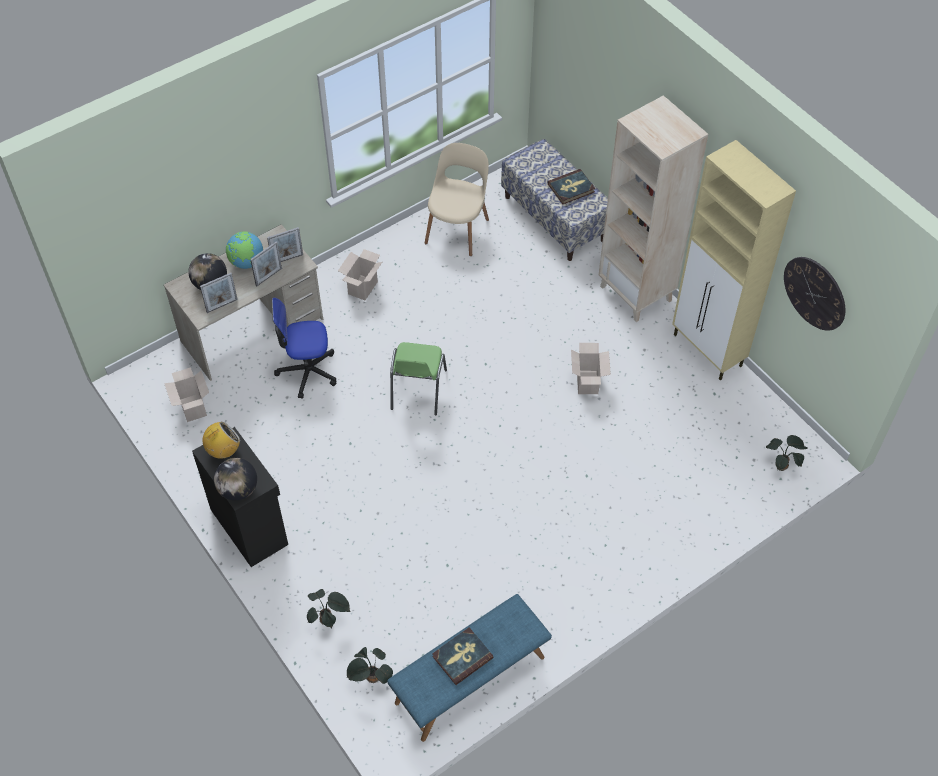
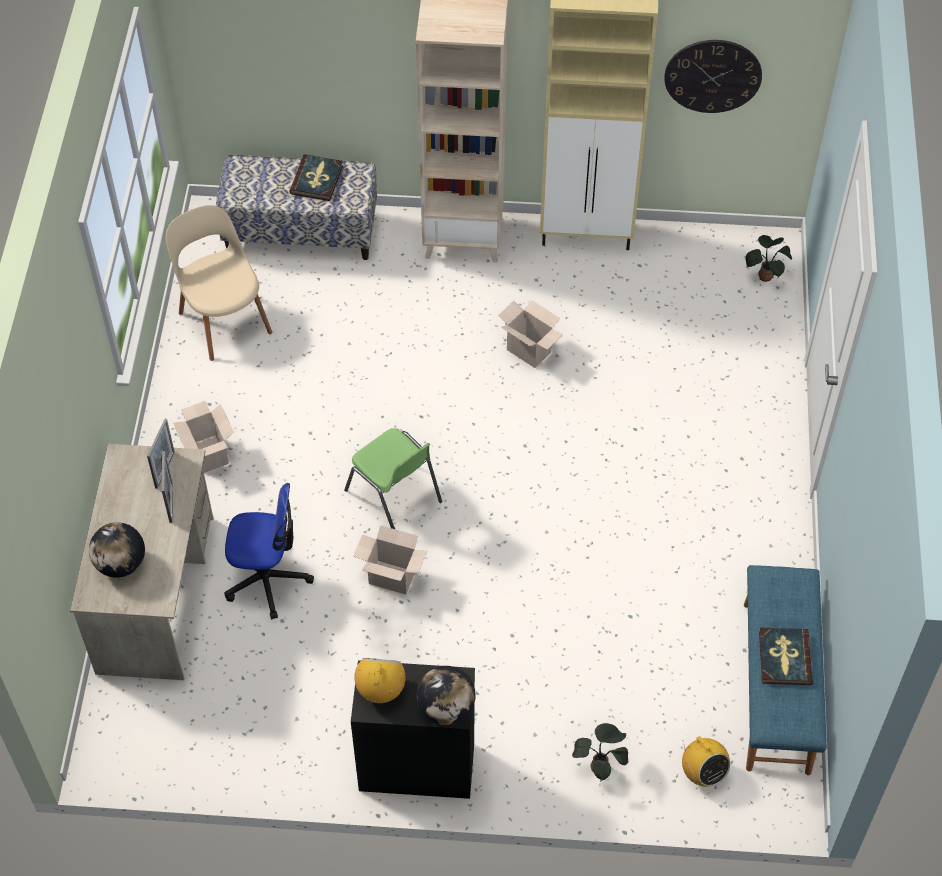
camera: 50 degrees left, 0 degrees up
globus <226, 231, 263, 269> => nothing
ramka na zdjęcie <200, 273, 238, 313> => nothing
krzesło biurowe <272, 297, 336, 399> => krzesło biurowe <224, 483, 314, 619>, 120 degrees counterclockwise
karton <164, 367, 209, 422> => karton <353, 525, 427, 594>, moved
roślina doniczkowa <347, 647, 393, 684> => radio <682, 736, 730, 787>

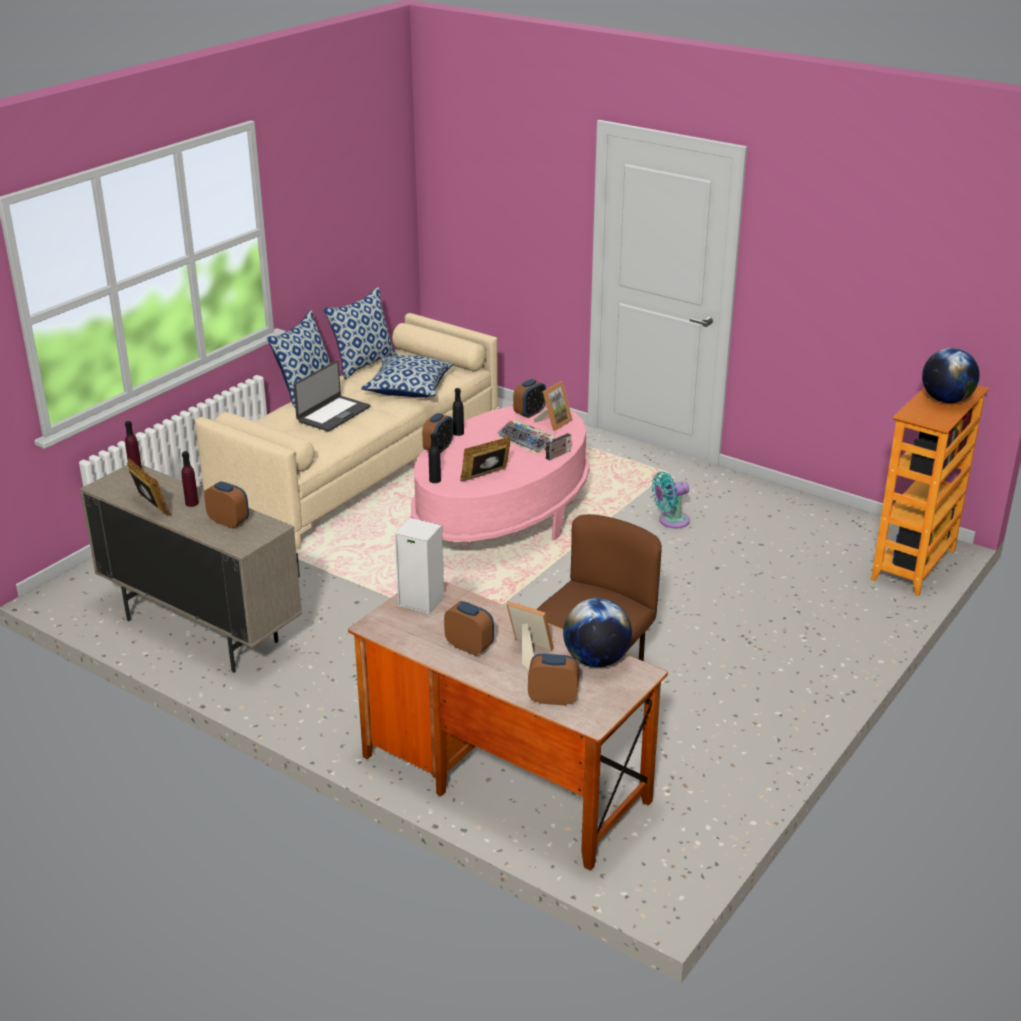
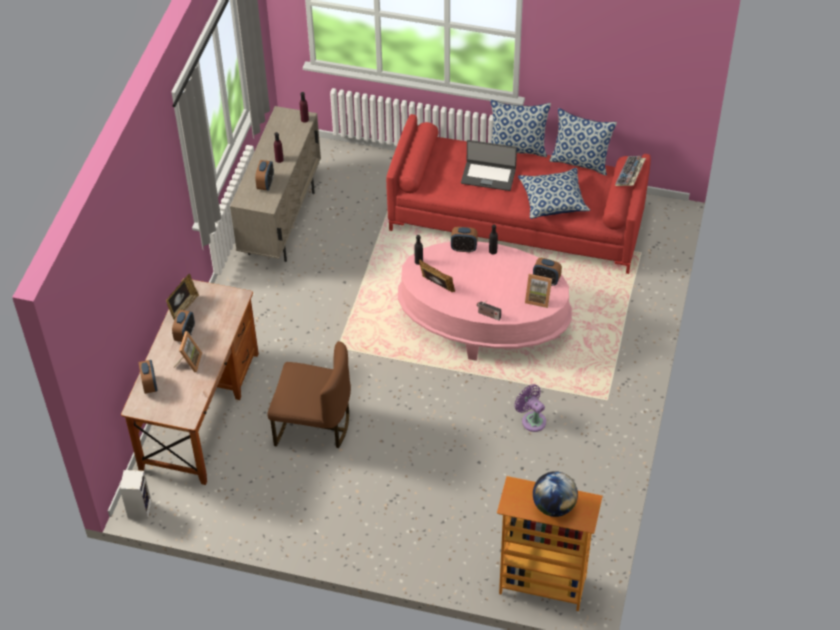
camera: 70 degrees right, 20 degrees up
kanapa (beżowy) <195, 313, 499, 550> => kanapa (czerwony) <386, 114, 651, 274>
klawiatura <498, 419, 555, 455> => klawiatura <615, 156, 646, 186>, moved
ramka na zdjęcie <127, 458, 171, 515> => ramka na zdjęcie <166, 274, 199, 320>, moved
wentylator (turkusowy) <652, 472, 690, 528> => wentylator (fioletowy) <514, 384, 546, 432>
głośnik <395, 518, 444, 615> => głośnik <120, 470, 151, 519>, moved
globus <563, 598, 632, 667> => nothing

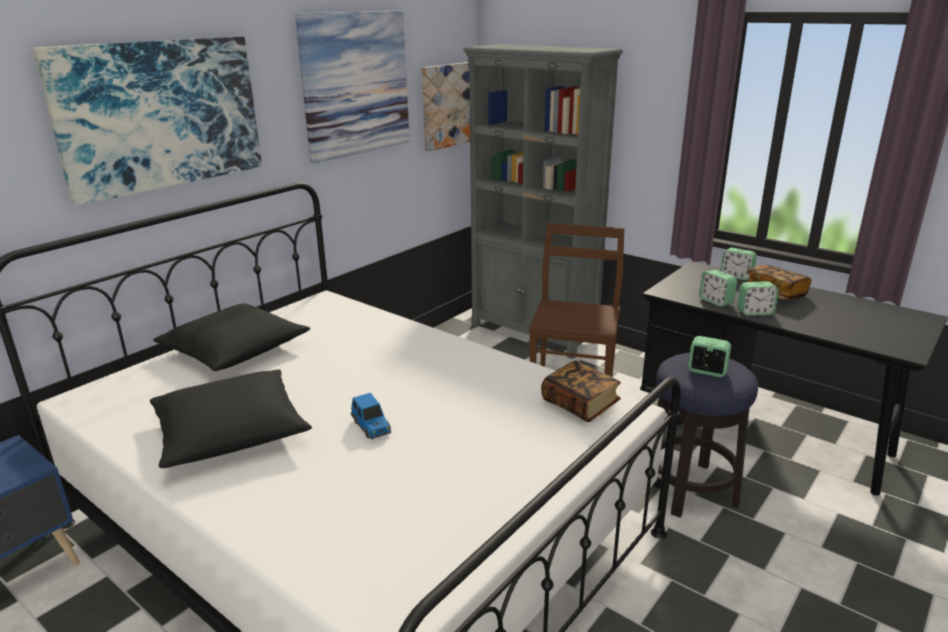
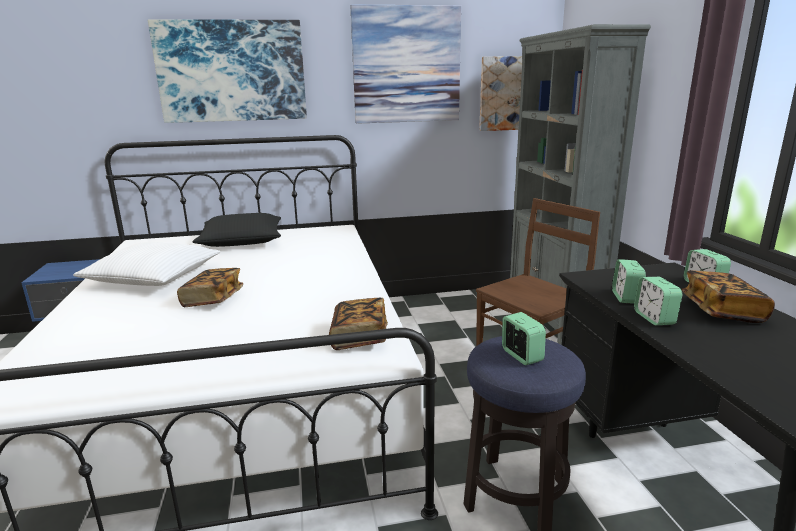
camera: 40 degrees right, 5 degrees down
budzik <737, 281, 779, 316> => budzik <634, 277, 682, 326>, 45 degrees clockwise
poduszka (czarny) <150, 369, 312, 468> => poduszka (biały) <73, 242, 220, 286>
samochodzik <351, 393, 391, 439> => książka <177, 268, 243, 307>

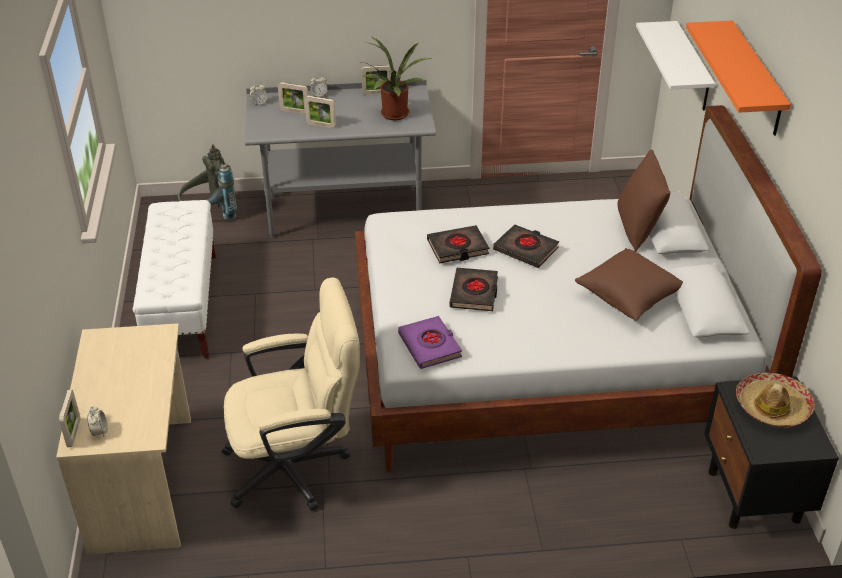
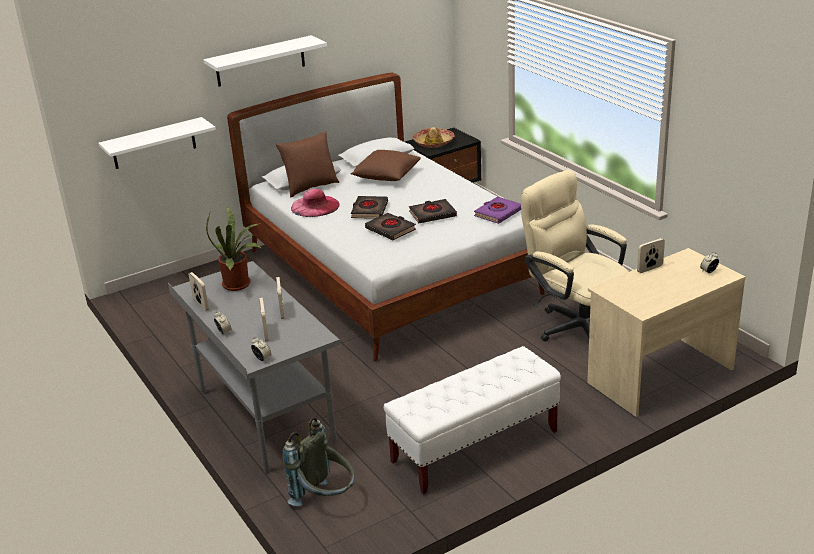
camera: 115 degrees left, 10 degrees down
półka (pomarańczowy) <686, 21, 791, 136> => półka (biały) <203, 35, 327, 87>
ramka na zdjęcie <59, 390, 80, 447> => ramka na zdjęcie <637, 238, 665, 273>, moved
nothing => kapelusz (różowy) <291, 189, 340, 217>

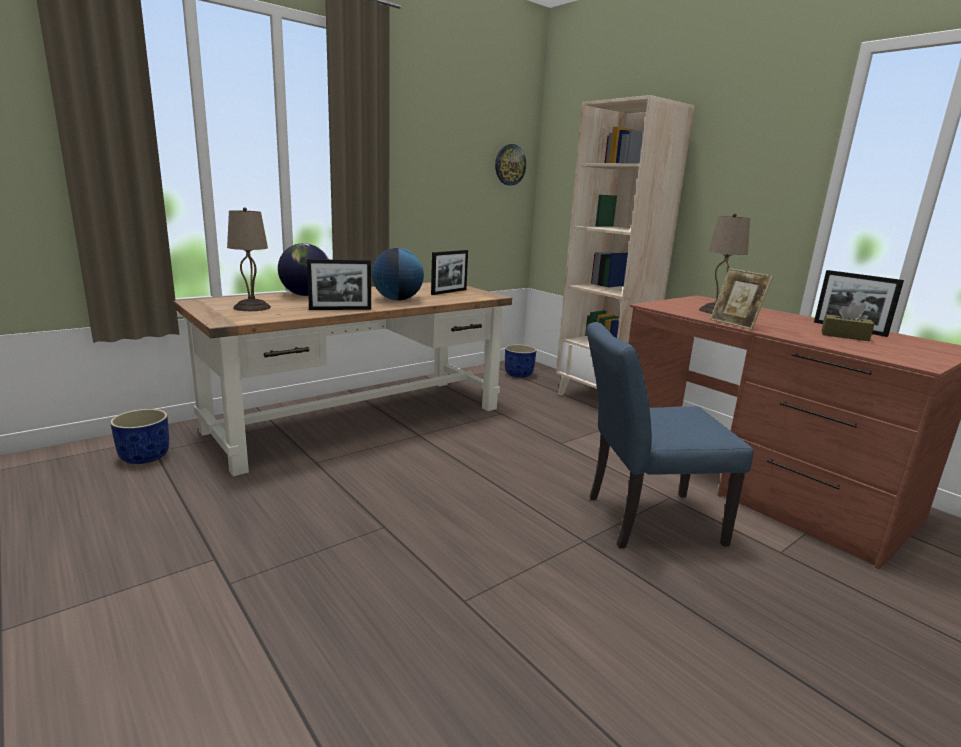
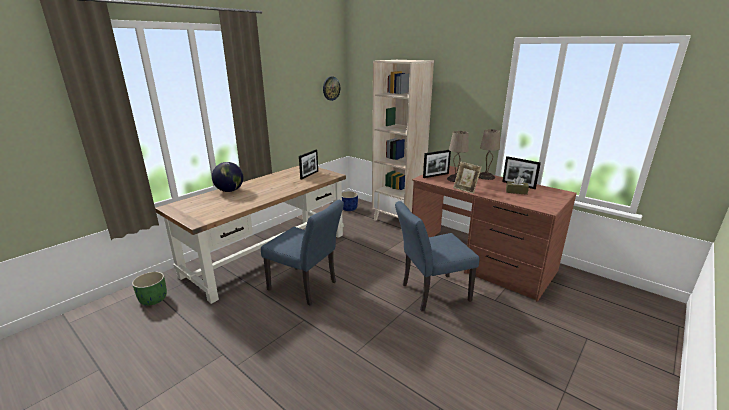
camera: 10 degrees left, 5 degrees up
lampa stołowa (beżowy) <227, 207, 271, 311> => lampa stołowa (beżowy) <479, 129, 500, 180>, moved
globus <372, 248, 424, 301> => nothing
ramka na zdjęcie <307, 259, 371, 310> => ramka na zdjęcie <423, 150, 451, 178>, moved
donica (niebieski) <110, 409, 169, 464> => donica (zielony) <132, 272, 167, 306>
nothing => krzesło (niebieski) <261, 200, 344, 305>

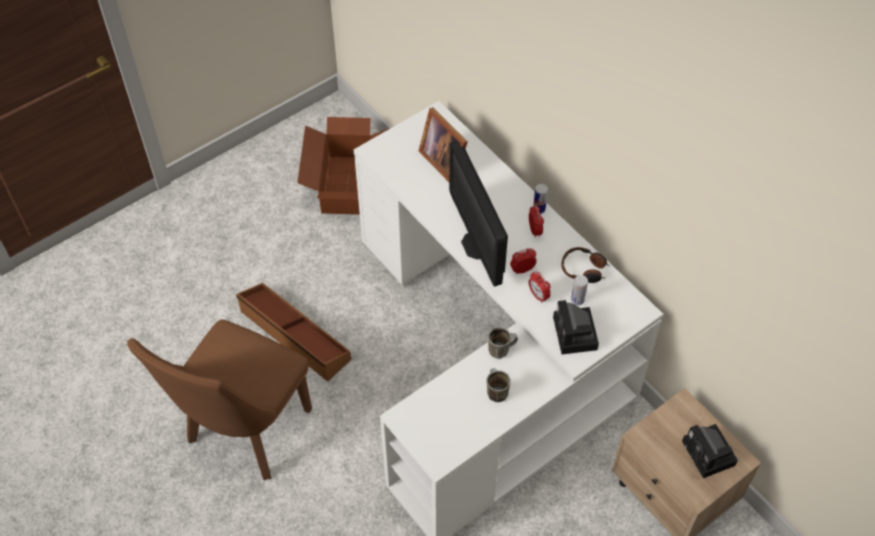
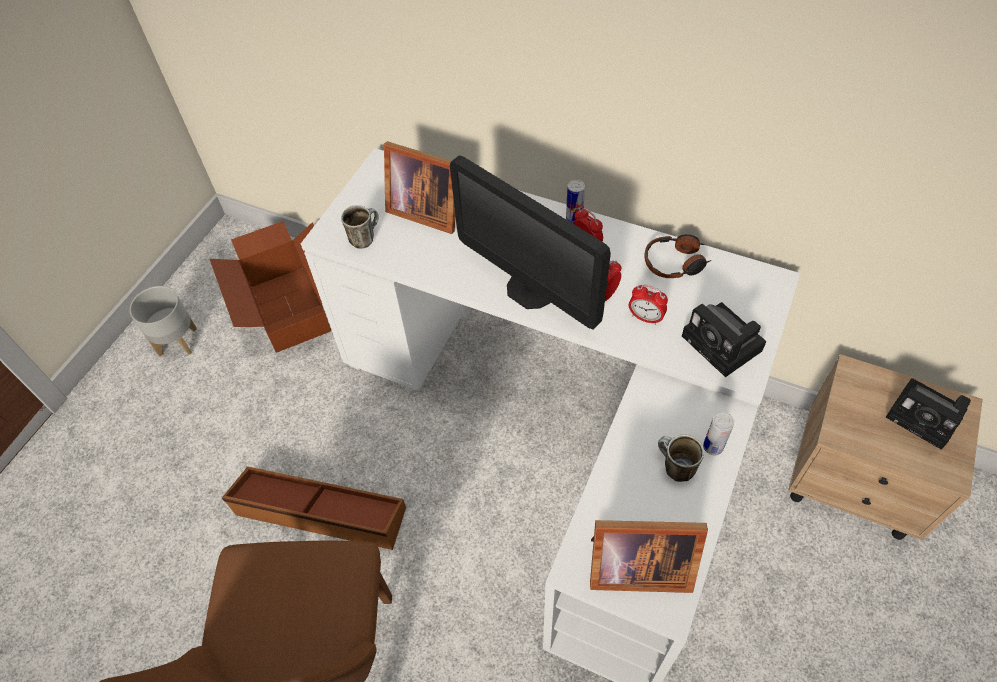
camera: 25 degrees left, 0 degrees up
puszka <571, 275, 588, 305> => puszka <703, 412, 734, 455>, moved
kubek <488, 327, 518, 359> => kubek <341, 205, 379, 249>, moved
nothing => donica (szary) <129, 286, 197, 357>
nothing => ramka na zdjęcie <590, 520, 708, 593>

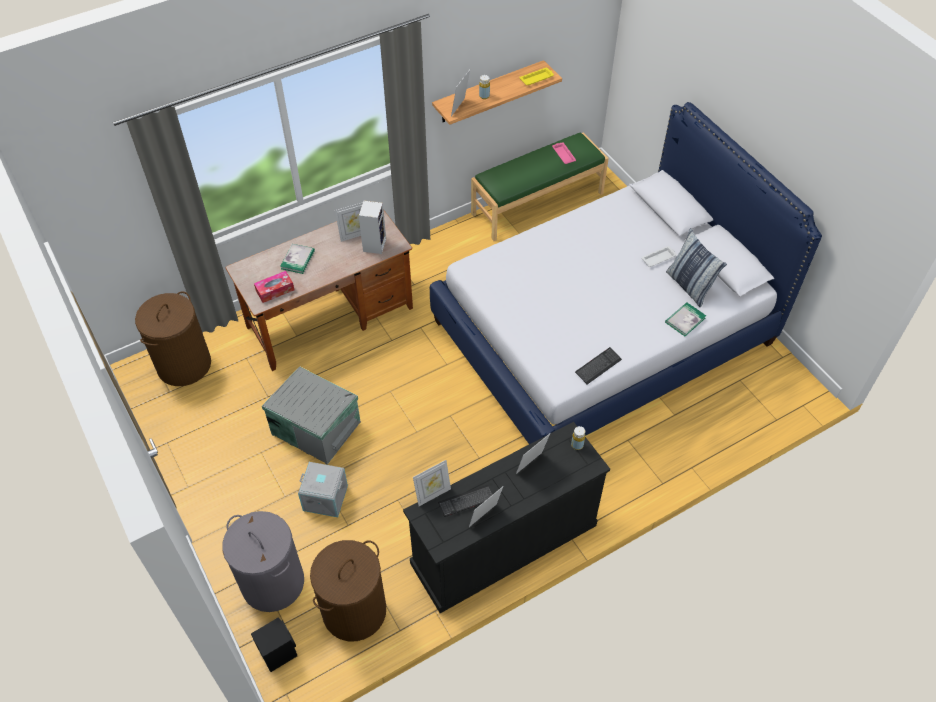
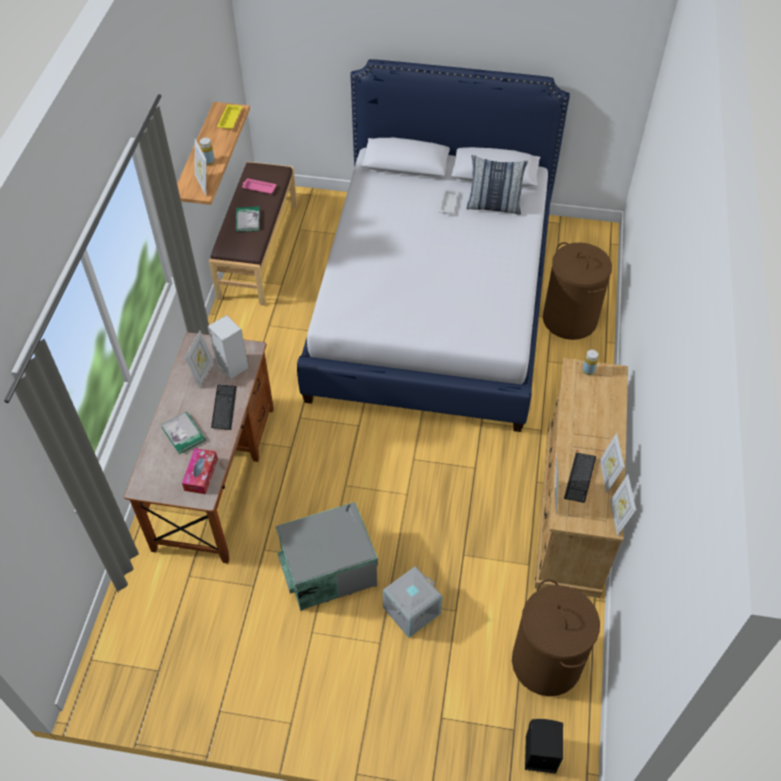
camera: 50 degrees left, 0 degrees up
ławka (zielony) <471, 132, 609, 241> => ławka (brązowy) <209, 162, 297, 306>
kosz na pranie (brązowy) <135, 291, 211, 386> => kosz na pranie (brązowy) <543, 242, 612, 340>, moved
książka <665, 302, 706, 336> => książka <236, 206, 260, 232>, moved
klawiatura <575, 347, 622, 384> => klawiatura <211, 384, 237, 430>, moved
komoda (czarny) <403, 422, 610, 613> => komoda (beżowy) <535, 358, 628, 598>
ramka na zdjęcie <516, 434, 550, 474> => ramka na zdjęcie <610, 474, 636, 536>, moved
kosz na pranie (szary) <222, 511, 304, 612> => nothing

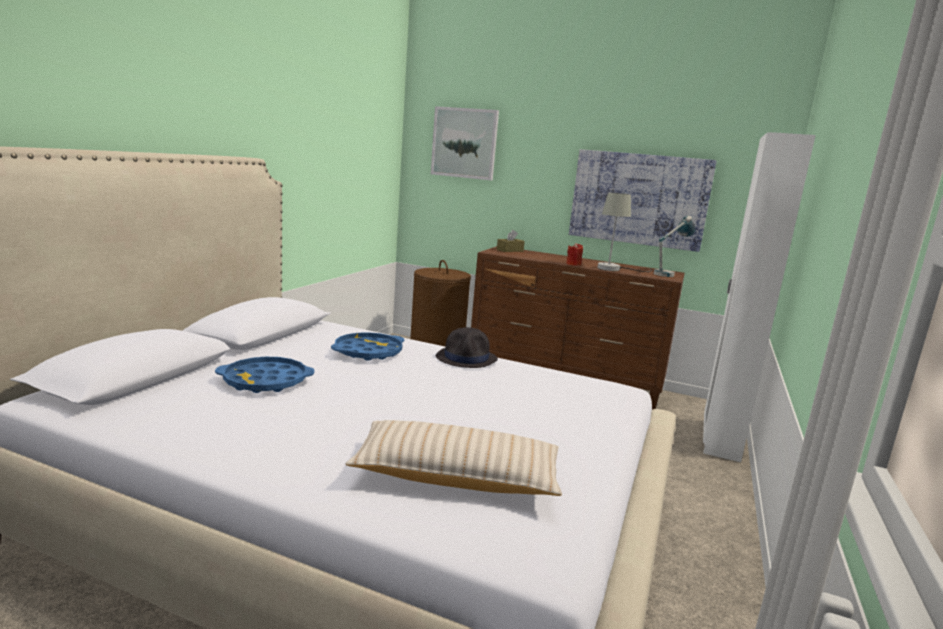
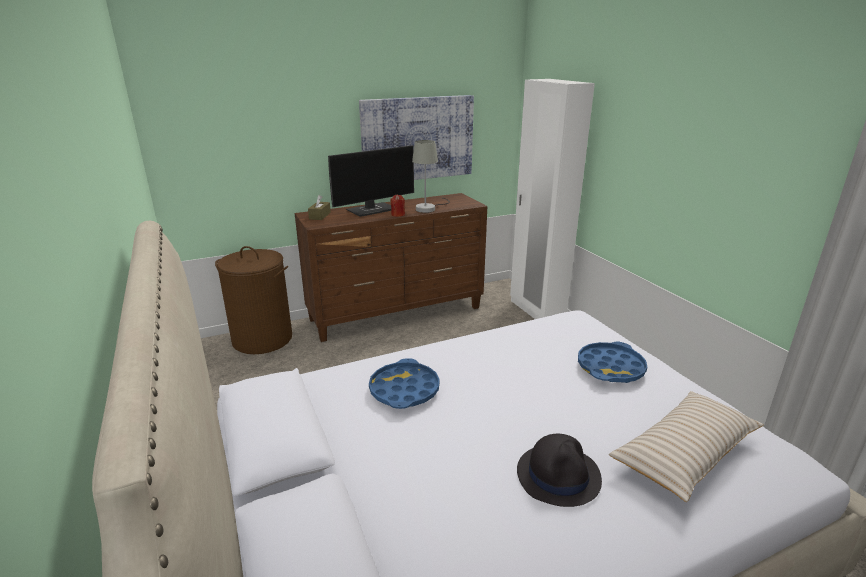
camera: 45 degrees left, 10 degrees up
obraz <431, 106, 499, 180> => nothing
lampa stołowa <654, 216, 695, 277> => nothing
kapelusz (czarny) <436, 327, 498, 368> => kapelusz (czarny) <517, 434, 602, 507>, moved
taca (niebieski) <215, 357, 314, 393> => taca (niebieski) <578, 342, 647, 383>, moved
nothing => monitor <328, 145, 414, 217>

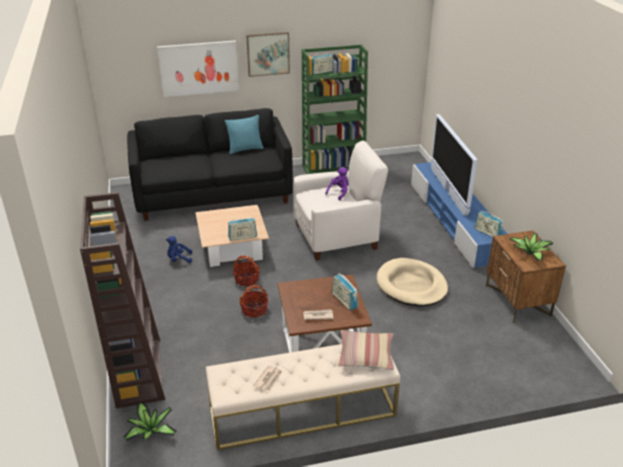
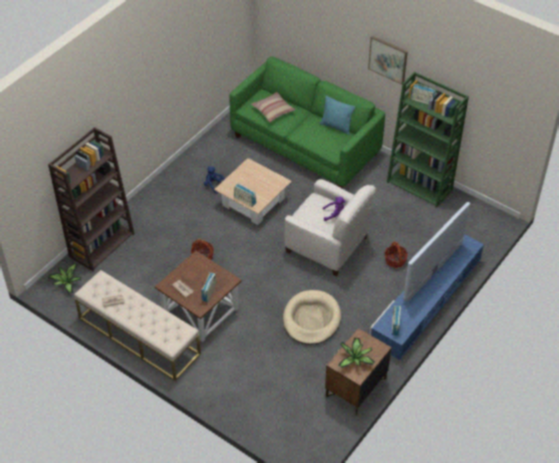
camera: 50 degrees right, 15 degrees up
obraz <157, 41, 239, 97> => nothing
kanapa (czarny) <127, 108, 293, 221> => kanapa (zielony) <229, 57, 385, 189>
koszyk <232, 255, 260, 286> => koszyk <385, 242, 408, 268>, moved
poduszka <338, 330, 394, 370> => poduszka <251, 92, 295, 122>, moved

